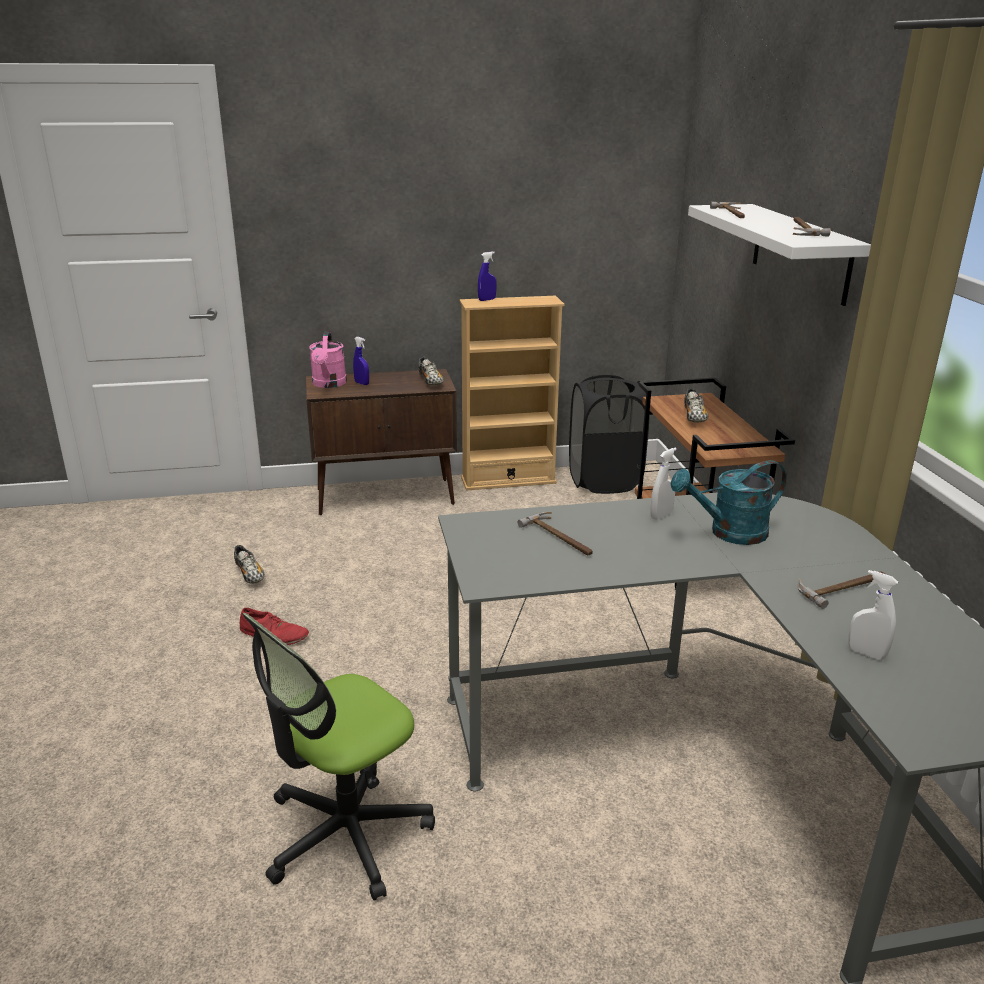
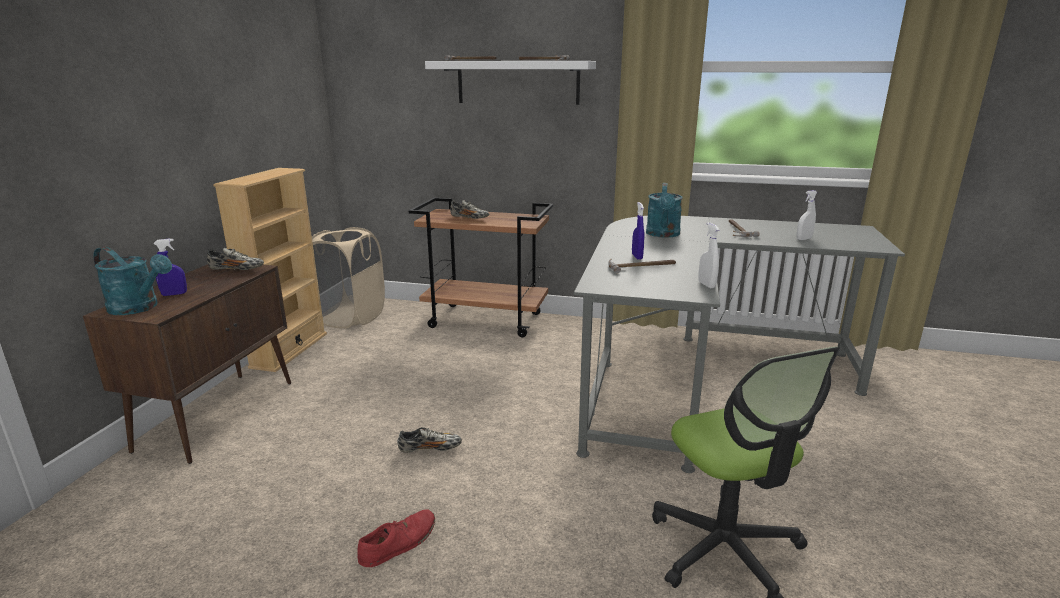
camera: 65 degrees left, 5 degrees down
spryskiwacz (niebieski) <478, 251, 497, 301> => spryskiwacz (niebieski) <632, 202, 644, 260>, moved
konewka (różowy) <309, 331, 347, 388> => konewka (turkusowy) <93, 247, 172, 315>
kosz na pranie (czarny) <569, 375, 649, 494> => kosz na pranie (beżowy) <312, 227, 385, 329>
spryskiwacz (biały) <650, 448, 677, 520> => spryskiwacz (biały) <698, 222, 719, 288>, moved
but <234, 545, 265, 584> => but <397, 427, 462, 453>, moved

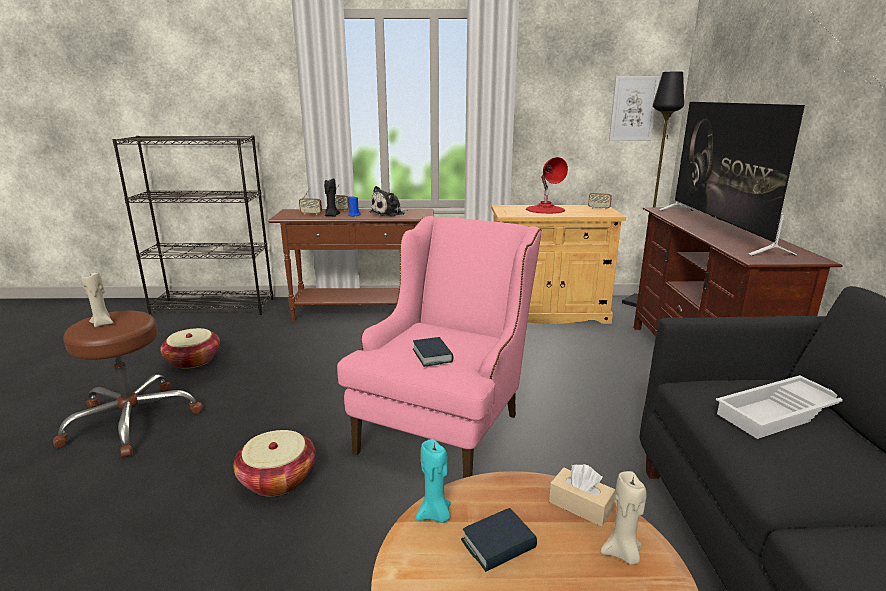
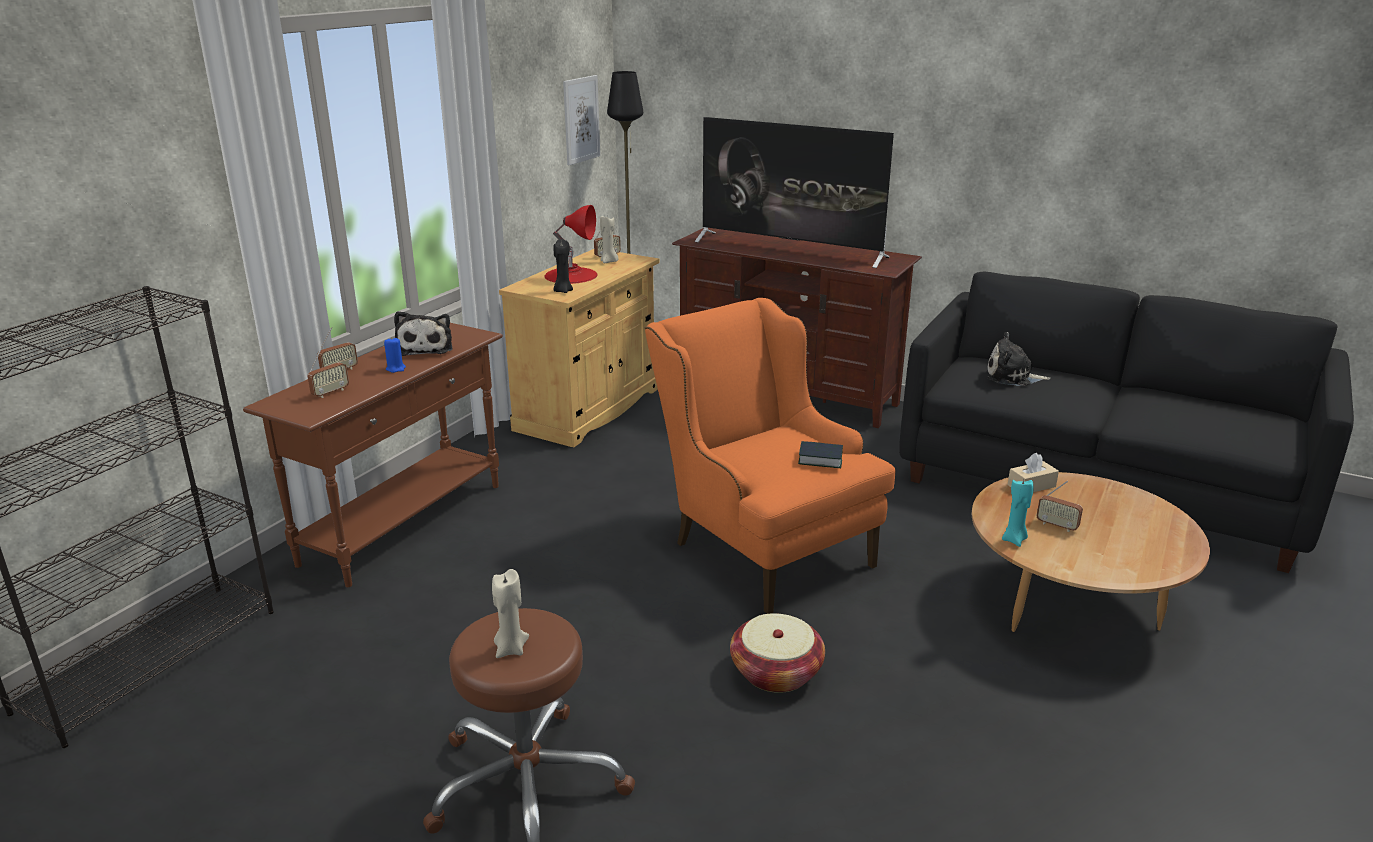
camera: 60 degrees left, 5 degrees up
świeca (czarny) <324, 178, 340, 217> => świeca (czarny) <554, 239, 573, 293>, moved
fotel (różowy) <337, 216, 542, 478> => fotel (pomarańczowy) <645, 298, 895, 614>
koszyk <160, 328, 220, 369> => nothing
taca (biały) <716, 375, 843, 439> => pluszak <987, 332, 1051, 386>
świeca (beżowy) <601, 471, 647, 565> => świeca (beżowy) <600, 216, 619, 263>, moved
książka <461, 508, 537, 572> => radio <1036, 481, 1083, 532>

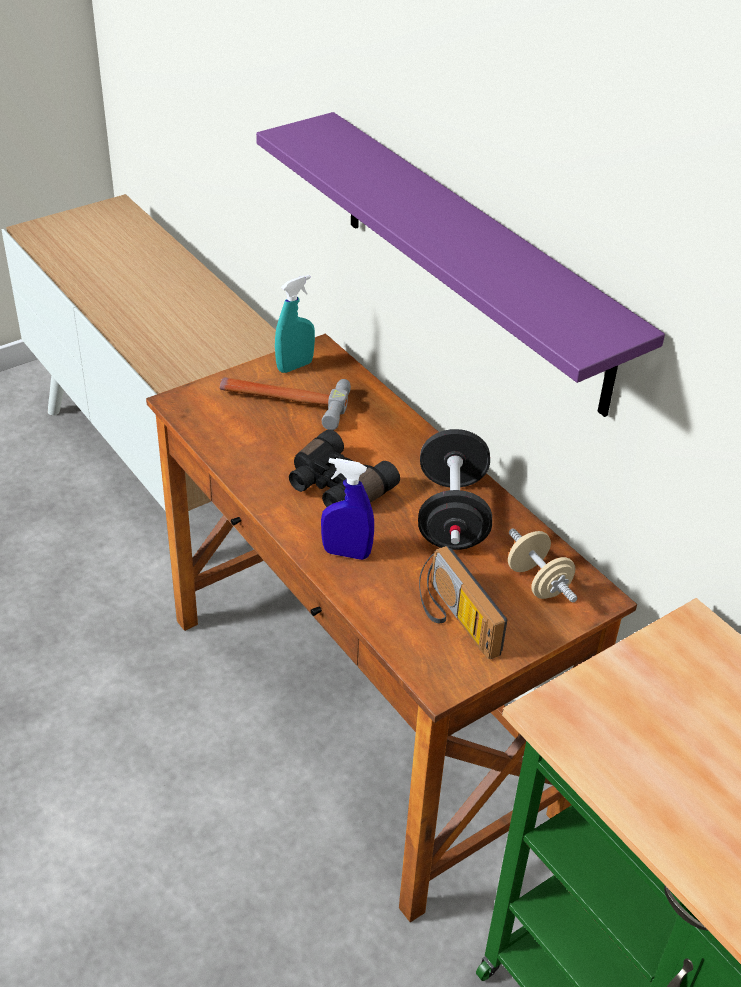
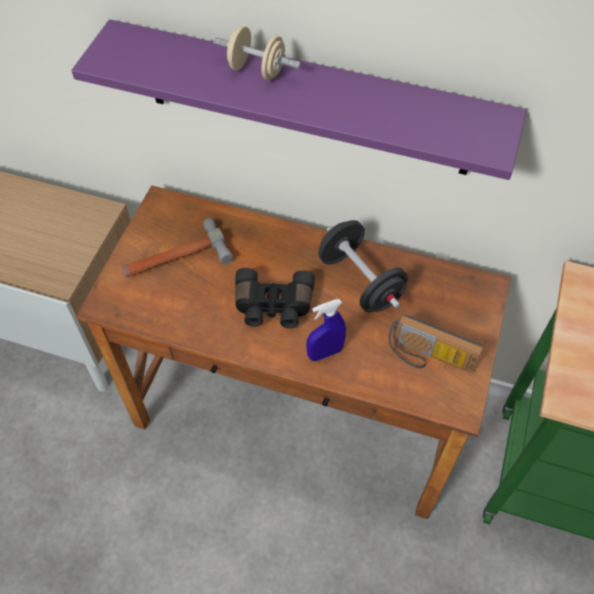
camera: 35 degrees left, 15 degrees up
spryskiwacz (turkusowy) <275, 275, 315, 373> => nothing
hantel (beżowy) <508, 528, 577, 603> => hantel (beżowy) <213, 26, 301, 80>, moved

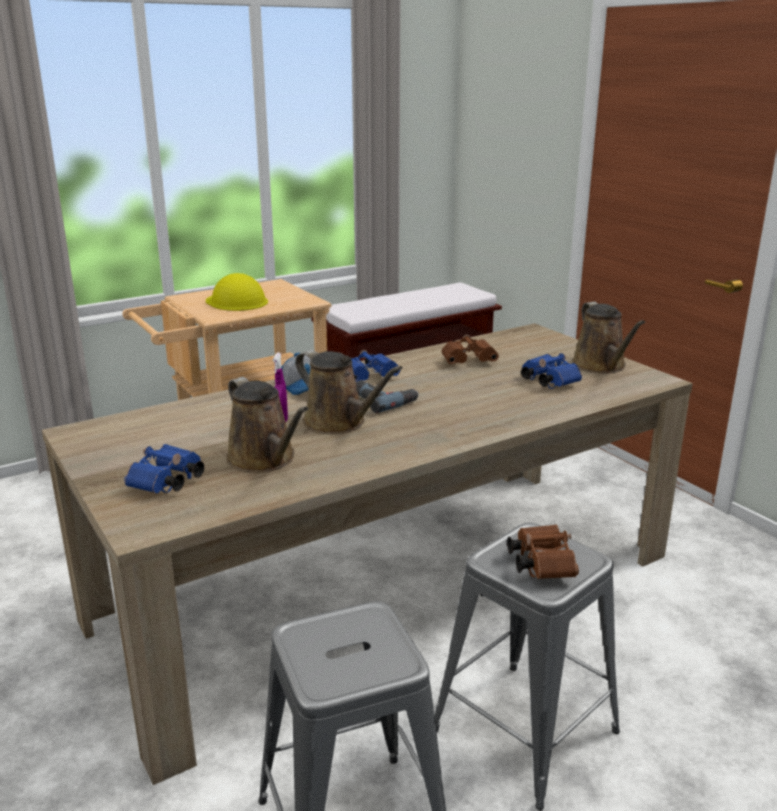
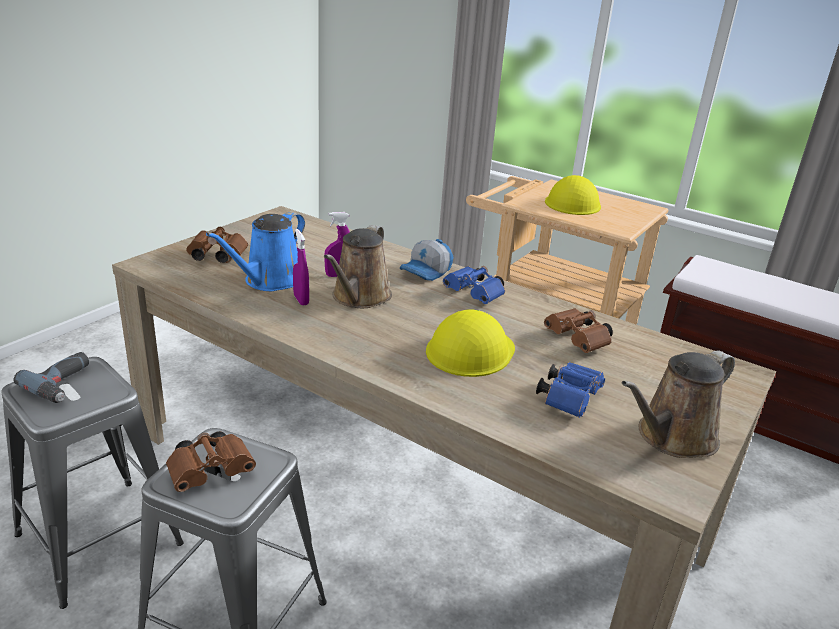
camera: 65 degrees right, 5 degrees up
konewka (brązowy) <226, 377, 309, 473> => konewka (niebieski) <206, 212, 305, 291>
wiertarka <356, 381, 419, 413> => wiertarka <13, 352, 89, 403>, moved
lornetka (niebieski) <124, 444, 204, 493> => lornetka (brązowy) <186, 227, 248, 263>
nothing => spryskiwacz (fioletowy) <293, 229, 309, 306>
nothing => kask (żółty) <426, 310, 515, 377>

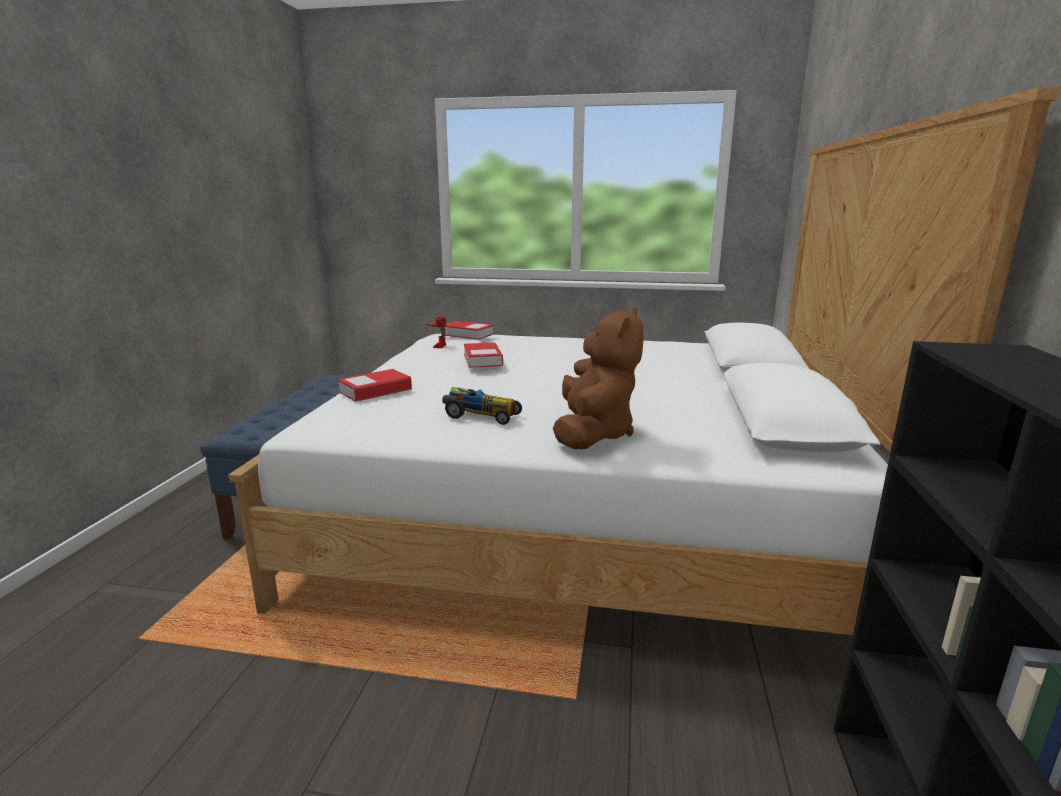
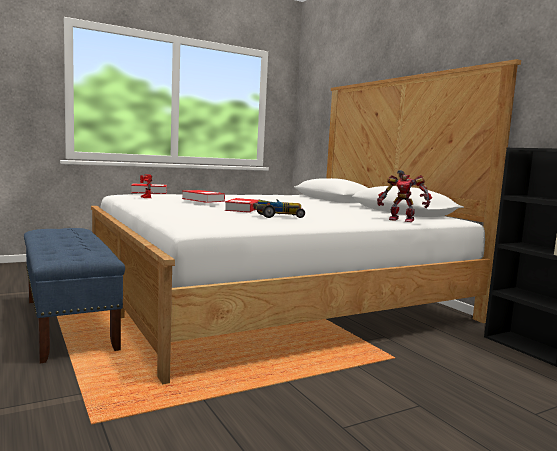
camera: 40 degrees left, 10 degrees down
pluszak (brązowy) <553, 307, 644, 449> => nothing
książka <338, 369, 412, 402> => książka <225, 198, 258, 213>, moved
nothing => robot zabawkowy <377, 170, 432, 222>

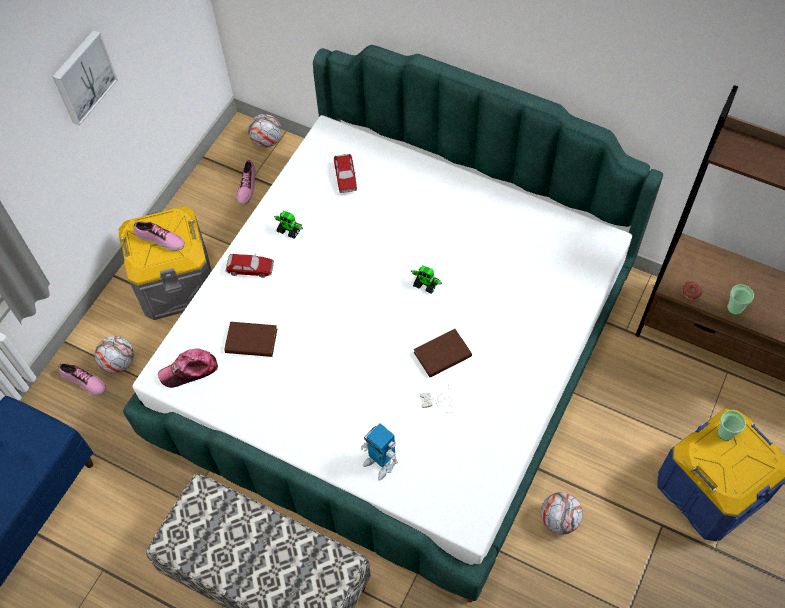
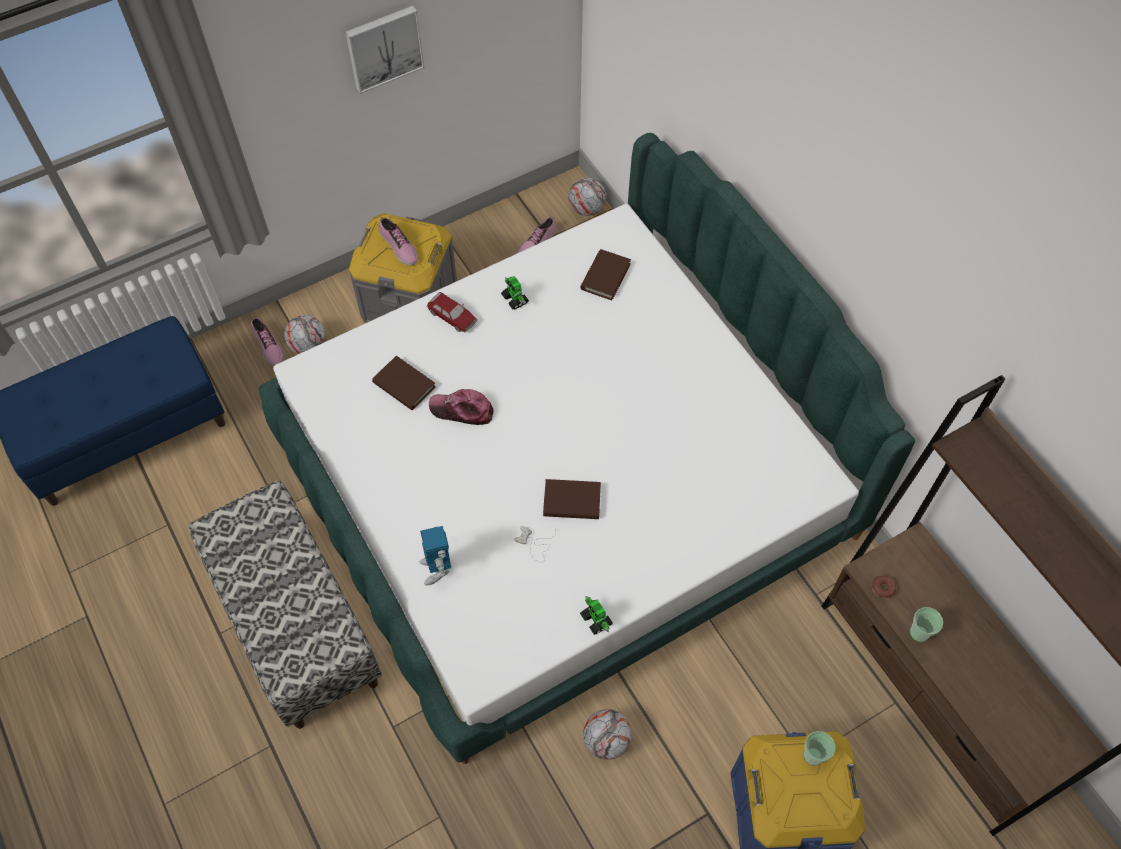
camera: 30 degrees right, 0 degrees up
samochodzik <334, 154, 357, 193> => książka (brązowy) <580, 249, 631, 300>
robot zabawkowy <411, 266, 442, 294> => robot zabawkowy <580, 596, 613, 635>, moved
czapka z daszkiem <158, 349, 218, 388> => czapka z daszkiem <429, 389, 494, 425>, moved

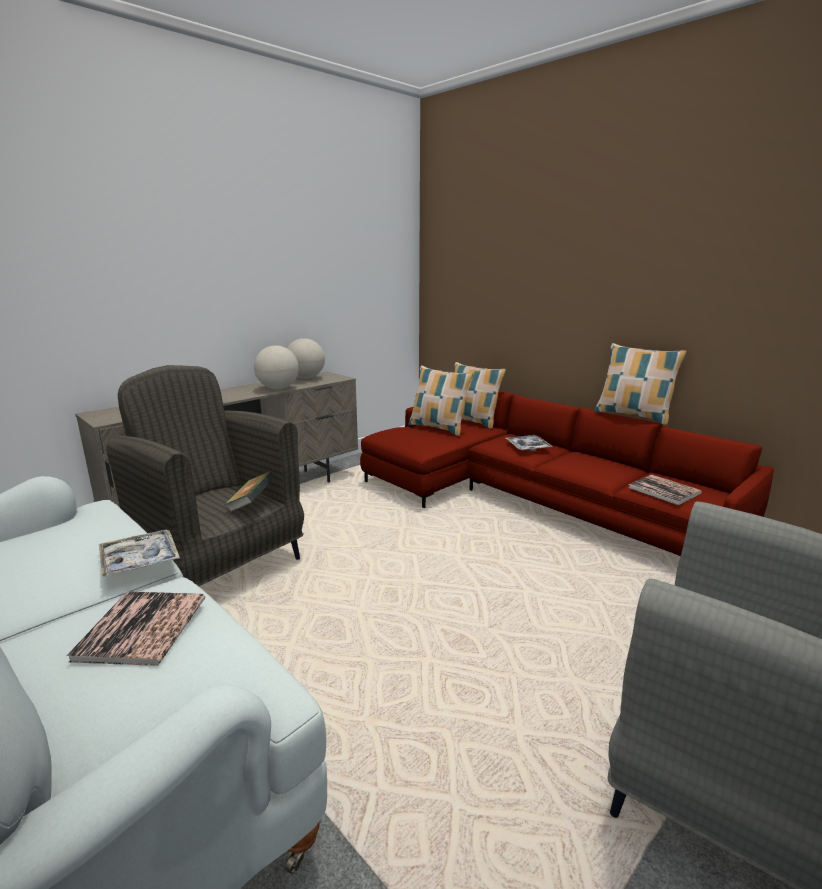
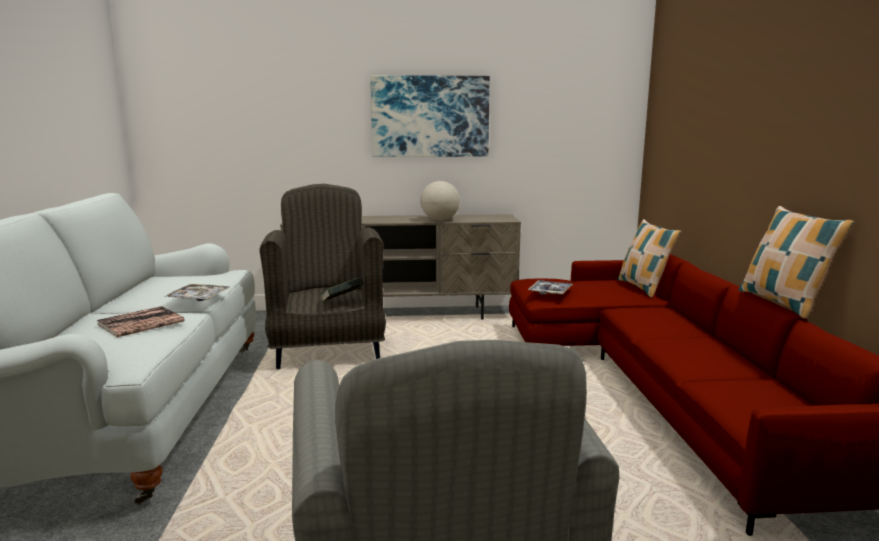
camera: 40 degrees right, 5 degrees down
globus <287, 338, 325, 379> => nothing
poduszka <408, 366, 473, 436> => nothing
taca <506, 435, 553, 451> => taca <528, 280, 573, 295>, moved
książka <629, 474, 702, 505> => nothing
nothing => obraz <370, 75, 490, 157>

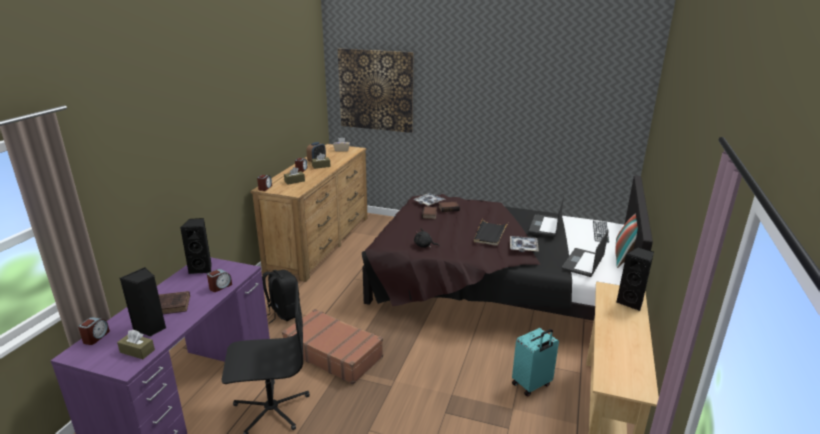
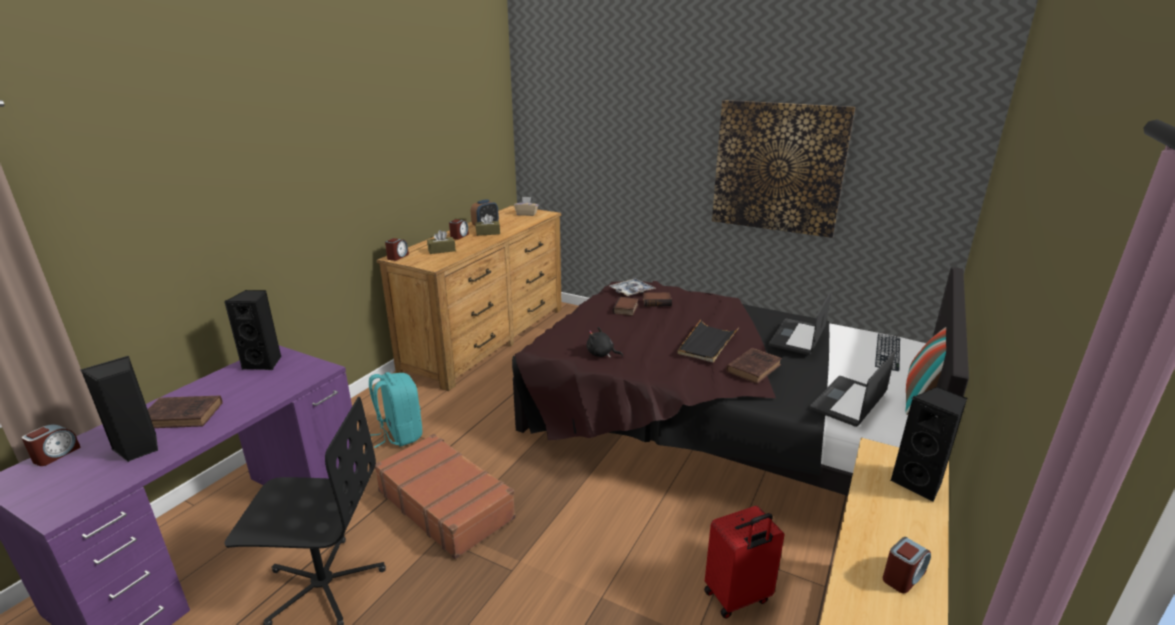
camera: 10 degrees right, 0 degrees up
obraz <338, 48, 413, 133> => obraz <712, 100, 855, 238>, moved
taca <510, 236, 539, 252> => książka (brązowy) <726, 348, 782, 384>
budzik <207, 269, 232, 292> => budzik <883, 537, 931, 593>, moved
plecak (czarny) <262, 270, 300, 324> => plecak (turkusowy) <369, 372, 422, 448>
walizka (turkusowy) <512, 328, 559, 397> => walizka (czerwony) <704, 506, 784, 619>
pudełko chusteczek (brązowy) <117, 330, 155, 359> => nothing

